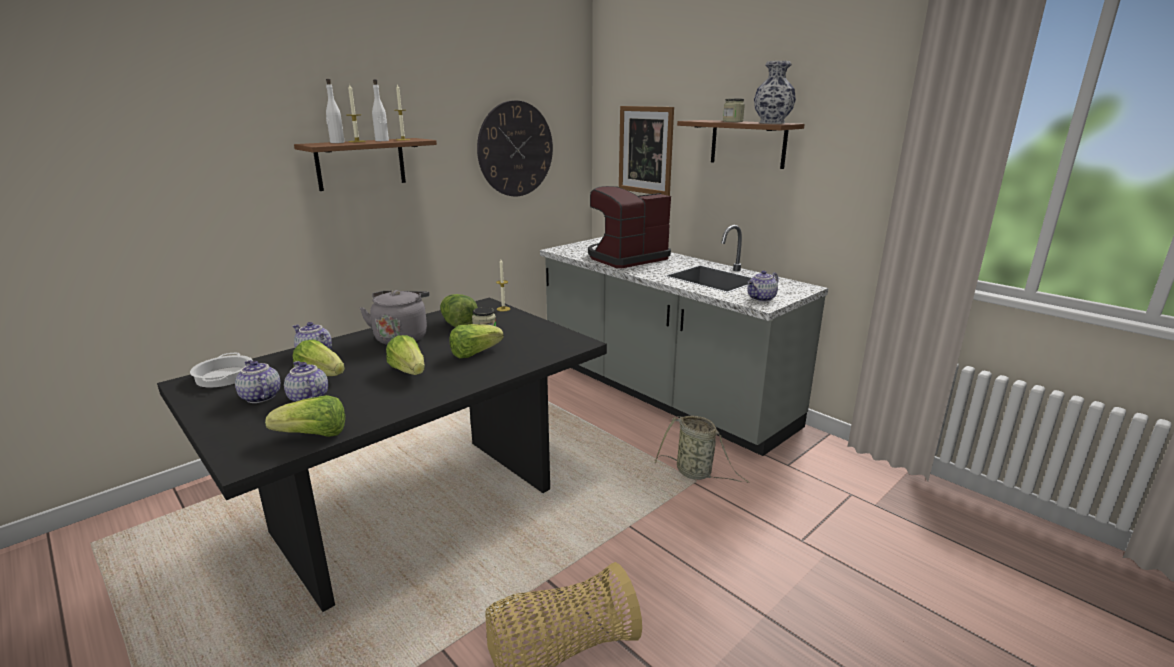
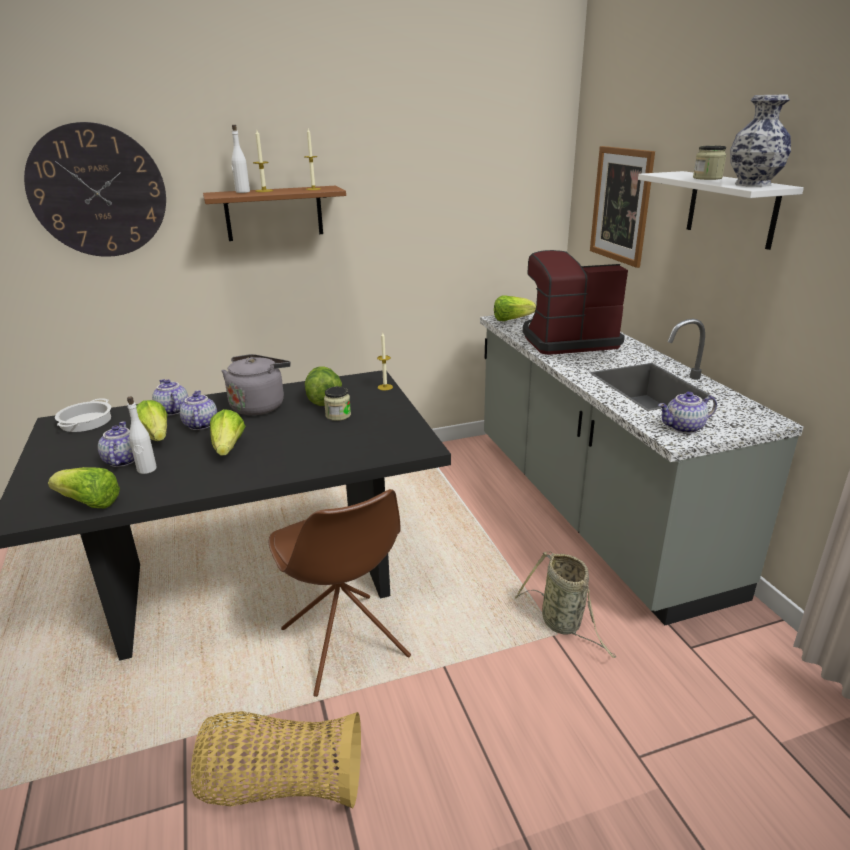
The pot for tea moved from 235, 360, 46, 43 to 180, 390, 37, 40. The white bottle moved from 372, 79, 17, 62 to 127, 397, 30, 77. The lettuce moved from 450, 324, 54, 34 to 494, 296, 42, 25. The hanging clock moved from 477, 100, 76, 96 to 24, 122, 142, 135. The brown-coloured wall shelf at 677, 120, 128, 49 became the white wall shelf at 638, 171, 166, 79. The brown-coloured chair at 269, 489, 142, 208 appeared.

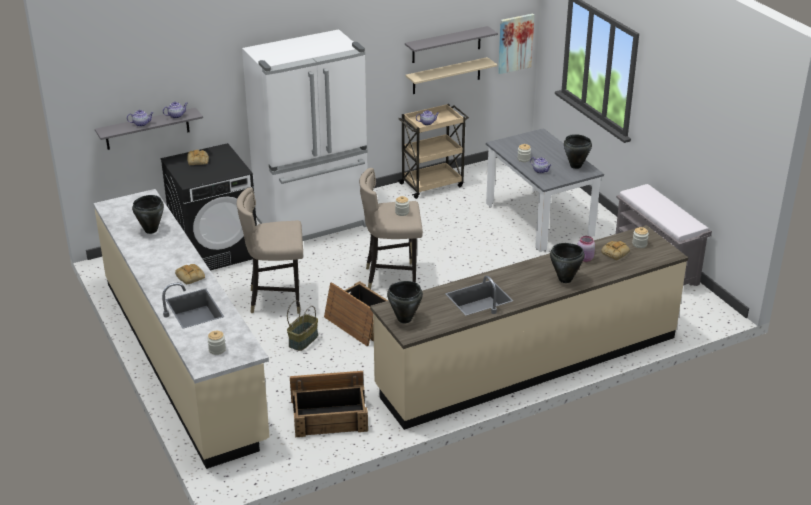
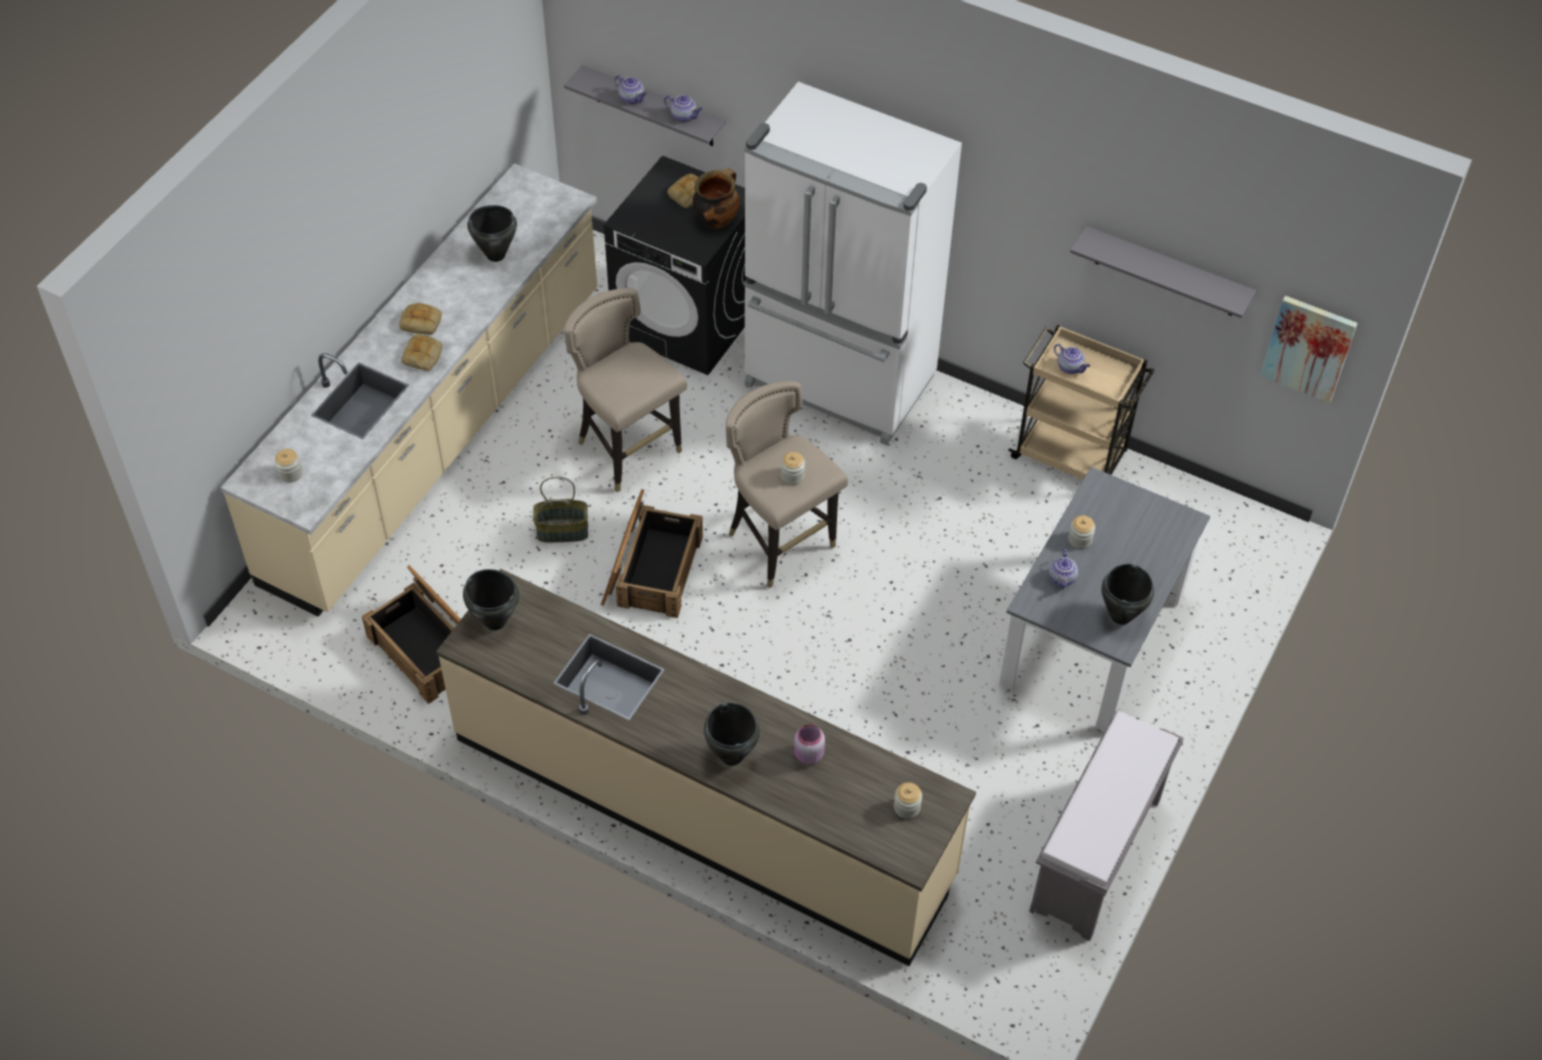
The beige-coloured wall shelf at 406, 57, 91, 37 disappeared. The baked bread moved from 601, 241, 29, 19 to 399, 303, 43, 32. The saucepot at 692, 168, 48, 61 appeared.

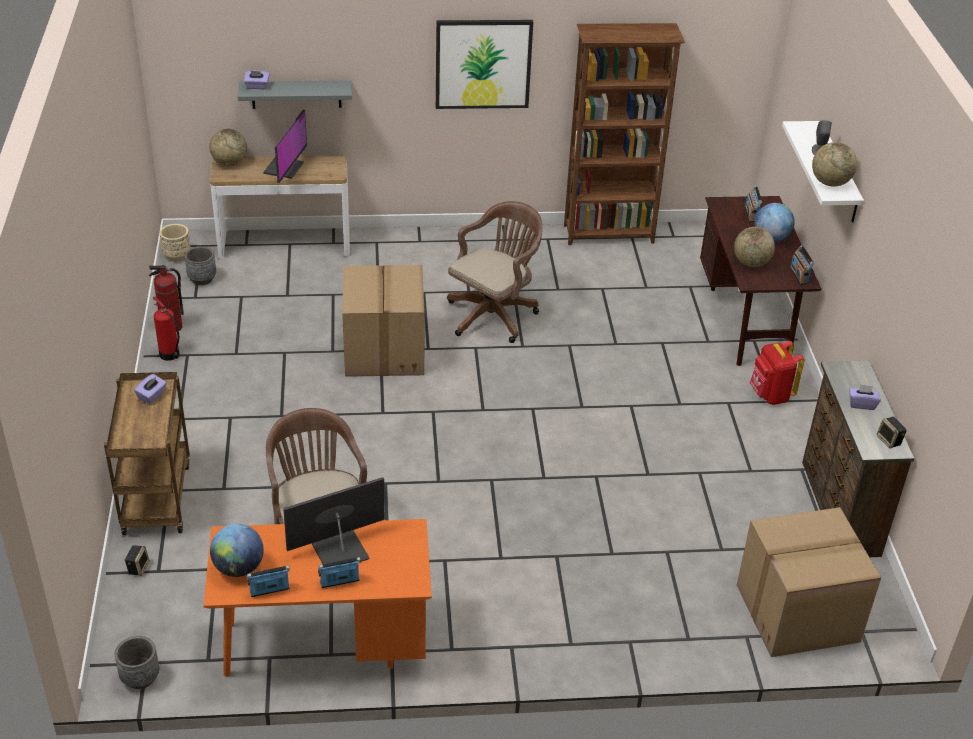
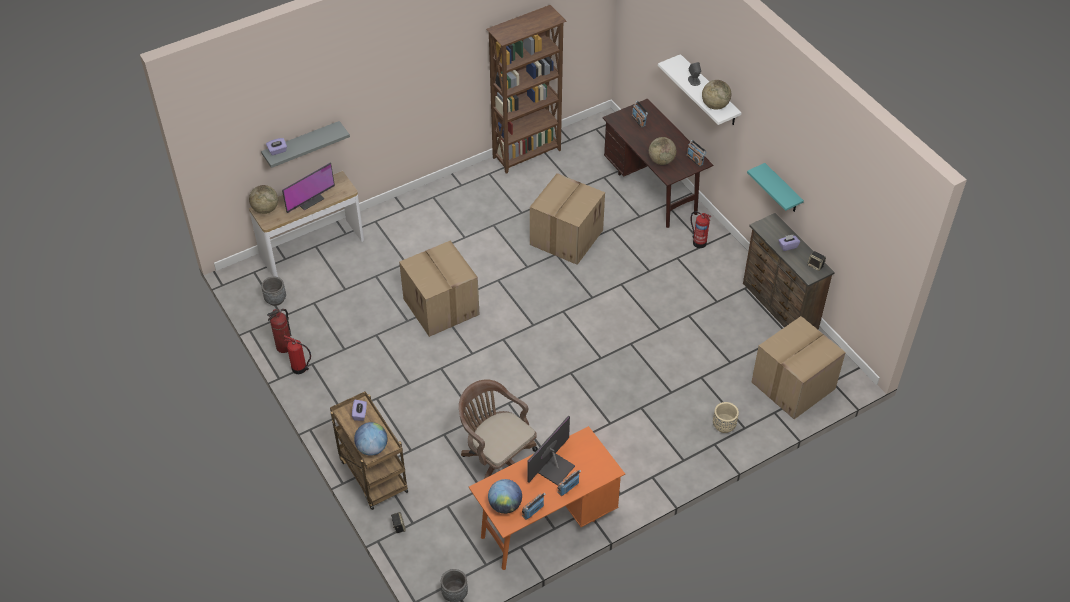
The beige-coloured plant pot moved from 160, 224, 31, 38 to 713, 402, 26, 31. The monitor at 263, 110, 44, 73 turned 60 degrees clockwise. The picture at 436, 20, 97, 89 disappeared. The brown-coloured office chair at 447, 201, 96, 142 disappeared. The reddish knapsack at 750, 341, 54, 64 was replaced by the extinguisher at 691, 211, 20, 37. The desk globe moved from 755, 203, 40, 39 to 354, 422, 34, 34. The packing box at 530, 173, 75, 92 appeared. The turquoise-coloured wall shelf at 747, 163, 57, 49 appeared.

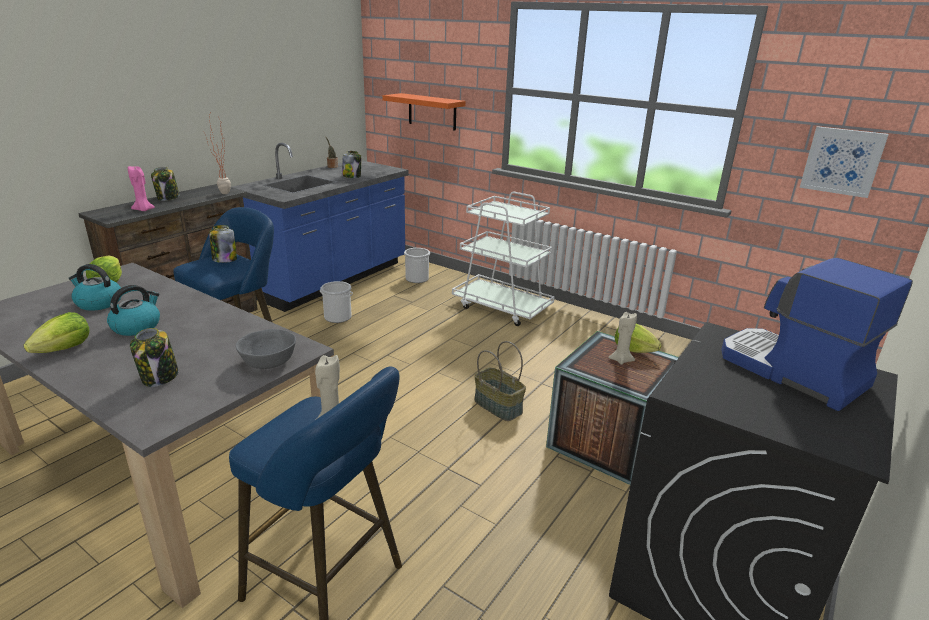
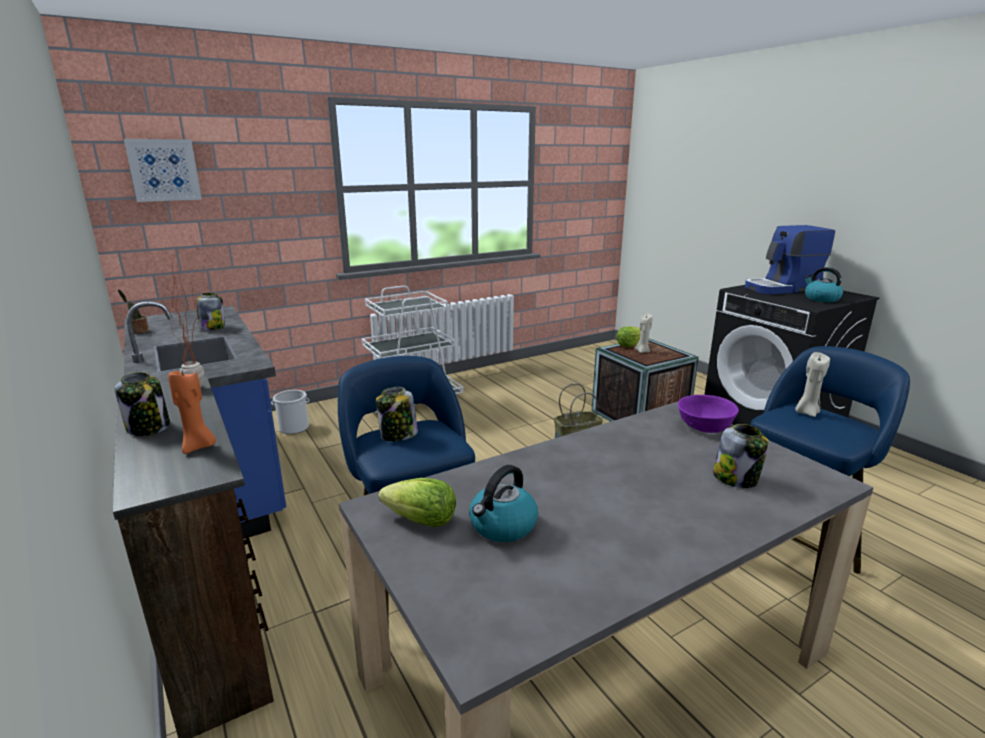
The lettuce at 23, 312, 66, 41 disappeared. The kettle moved from 107, 285, 53, 51 to 804, 267, 39, 35. The pink-coloured candle at 128, 166, 27, 45 became the orange-coloured candle at 168, 368, 48, 86. The grey serving bowl at 236, 329, 60, 40 became the purple-coloured serving bowl at 678, 395, 61, 38. The pail at 320, 281, 33, 42 disappeared. The orange-coloured wall shelf at 383, 93, 83, 38 disappeared. The picture moved from 800, 126, 89, 72 to 124, 139, 78, 63.

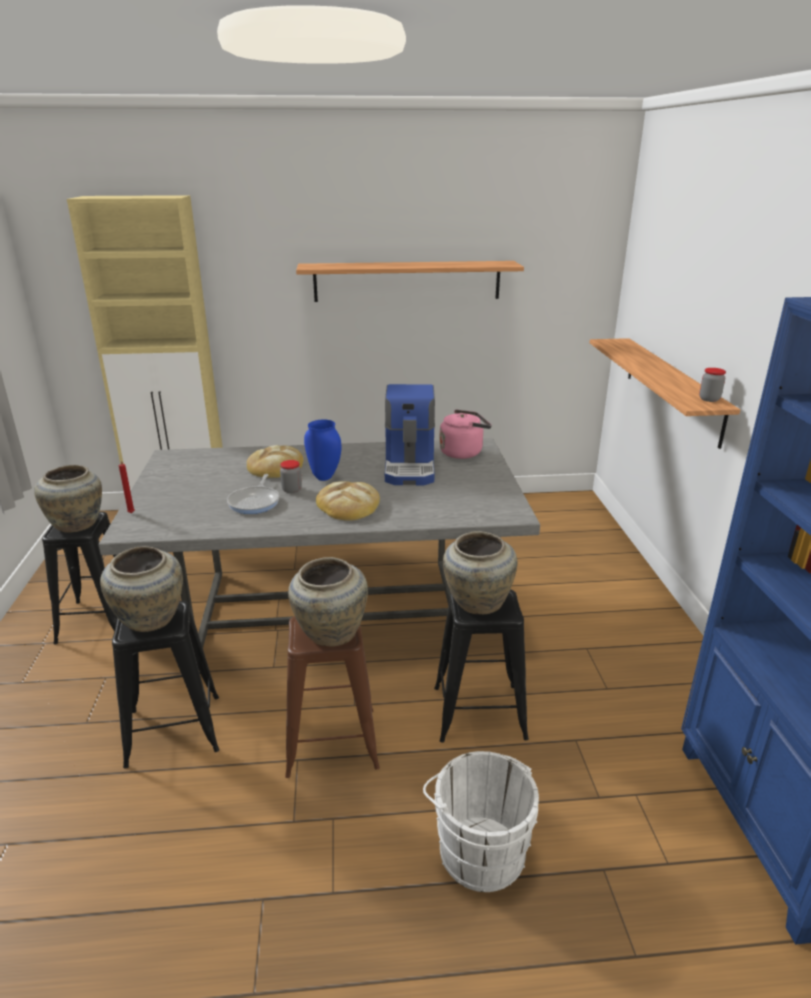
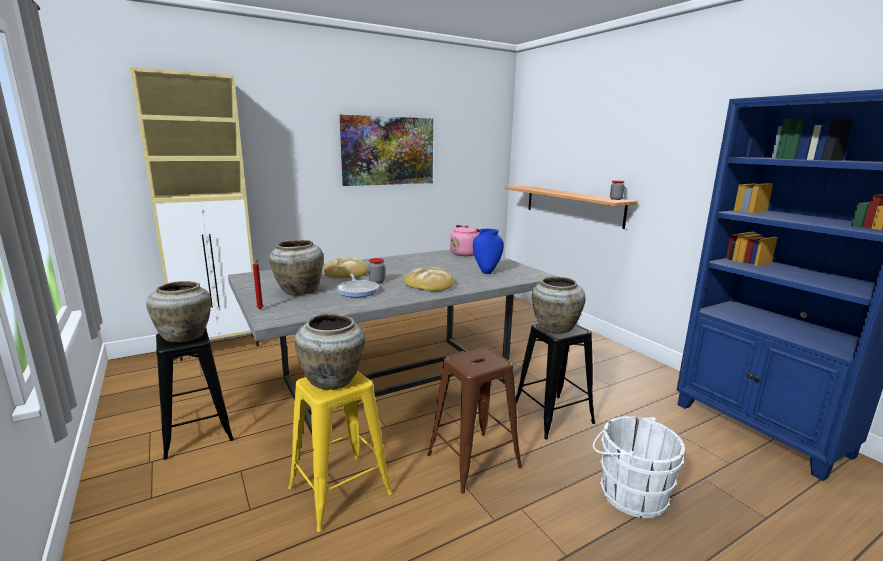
The blackish stool seat at 112, 601, 107, 168 became the yellow-coloured stool seat at 288, 371, 104, 161. The beige-coloured decorative vase moved from 288, 557, 80, 89 to 269, 240, 55, 55. The wall shelf at 296, 261, 228, 41 was replaced by the picture at 339, 115, 94, 71. The bluish decorative vase moved from 304, 419, 37, 62 to 473, 229, 31, 45. The coffee brewer at 385, 384, 50, 101 disappeared.

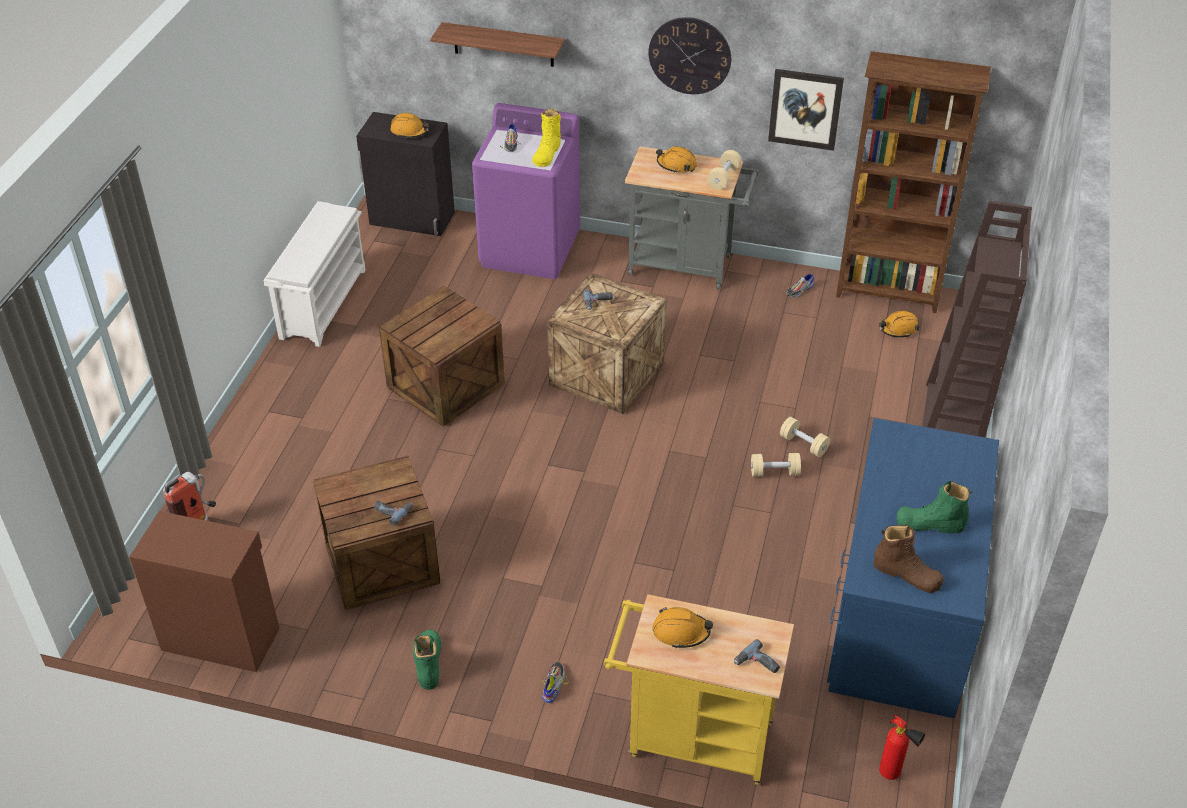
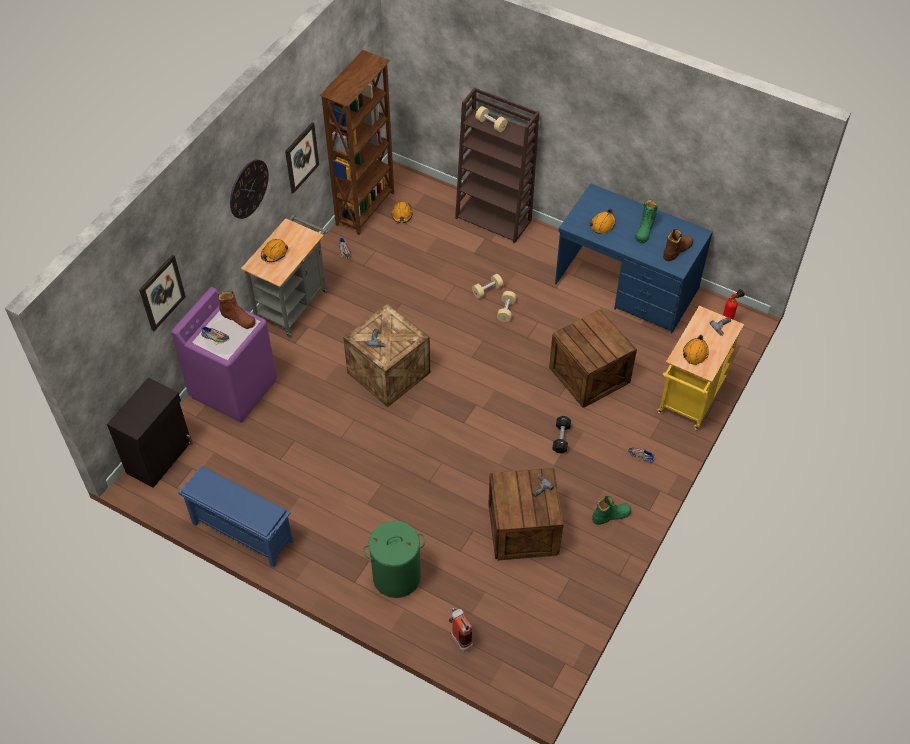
The brown-coloured cabinet at 129, 511, 151, 161 disappeared. The white shoe rack at 264, 201, 102, 146 became the bluish shoe rack at 178, 466, 115, 101. The crate moved from 378, 286, 127, 140 to 549, 310, 88, 98. The orange-coloured hard hat moved from 390, 113, 39, 25 to 590, 208, 25, 26. The green high-top boot at 413, 630, 28, 60 turned 150 degrees clockwise. The wall shelf at 430, 22, 135, 45 was replaced by the picture at 139, 254, 47, 77. The yellow-coloured high-top boot at 532, 108, 29, 59 became the brown-coloured high-top boot at 218, 291, 38, 38. The beige-coloured dumbbell moved from 707, 150, 35, 40 to 475, 106, 32, 26. The green hamper at 363, 521, 62, 77 appeared. The blackish dumbbell at 552, 416, 19, 37 appeared.

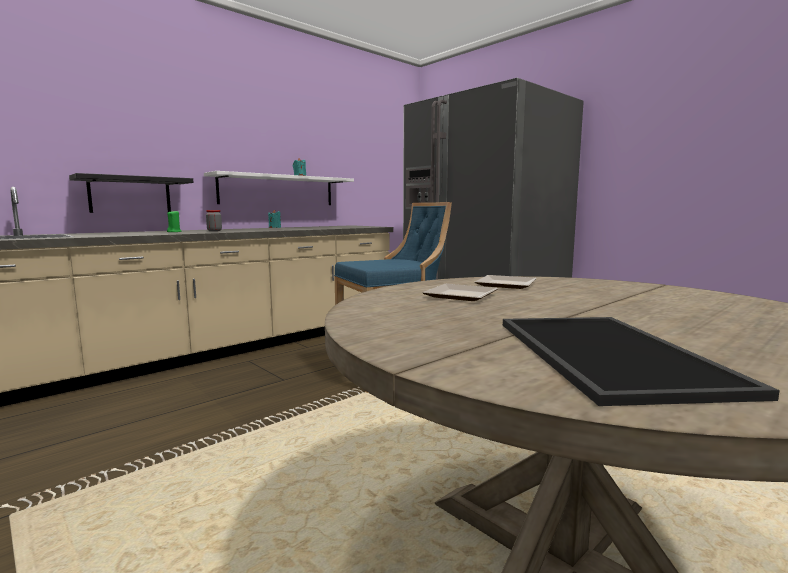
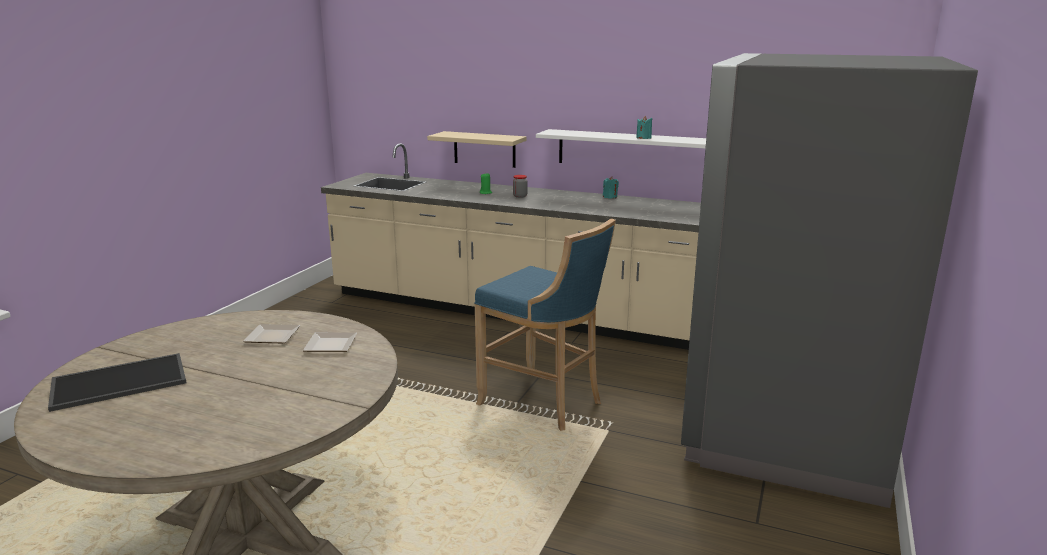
The blackish wall shelf at 69, 173, 125, 40 became the beige-coloured wall shelf at 427, 131, 100, 37.

